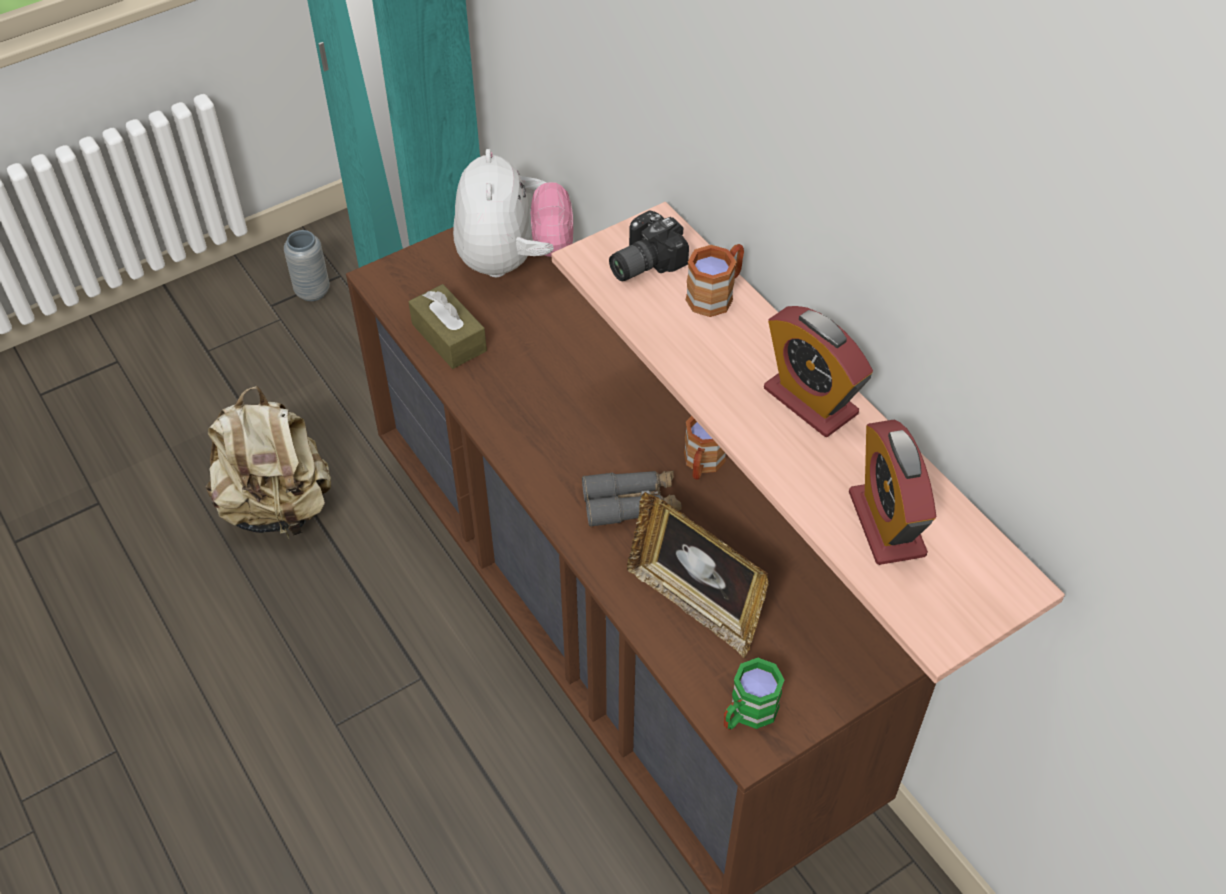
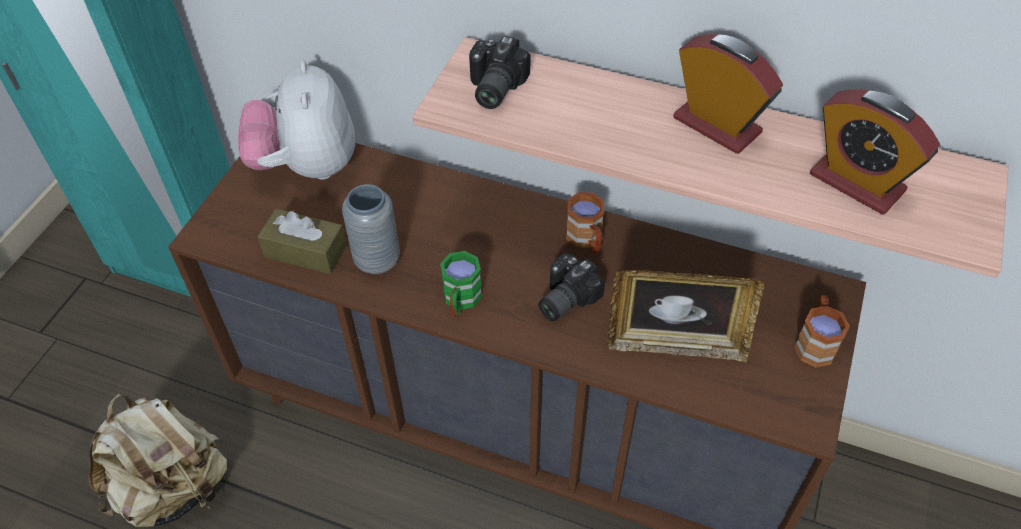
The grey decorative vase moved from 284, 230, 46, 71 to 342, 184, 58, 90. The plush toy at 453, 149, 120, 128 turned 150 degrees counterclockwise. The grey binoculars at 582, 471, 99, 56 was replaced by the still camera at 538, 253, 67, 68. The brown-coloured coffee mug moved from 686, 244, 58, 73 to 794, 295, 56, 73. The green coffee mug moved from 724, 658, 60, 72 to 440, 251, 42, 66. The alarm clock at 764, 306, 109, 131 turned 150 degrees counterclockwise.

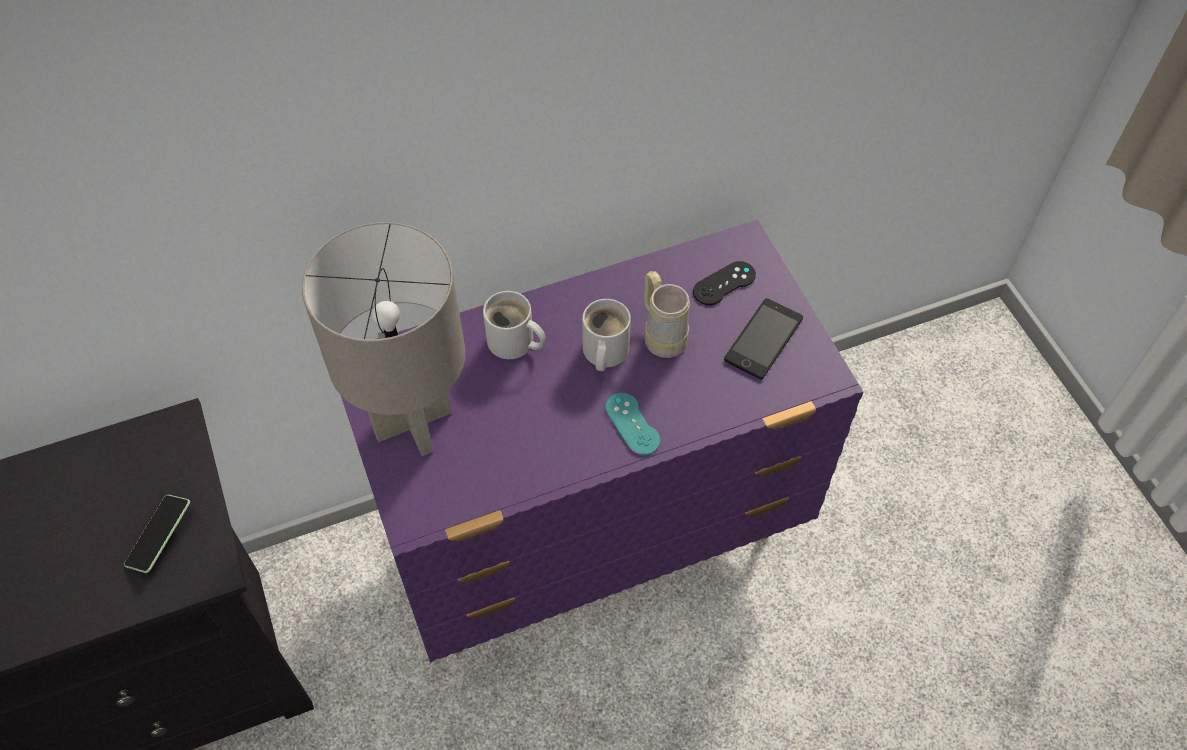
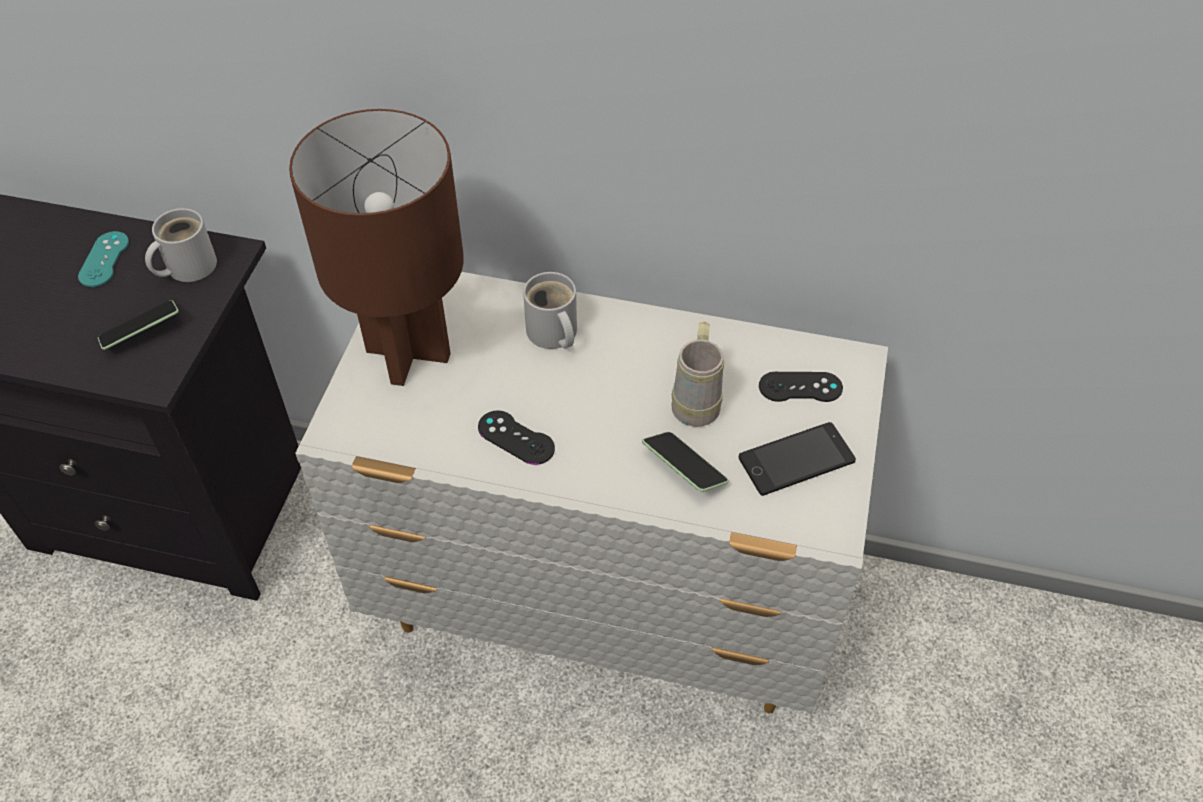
The grey lamp for a table at 302, 222, 163, 234 became the brown-coloured lamp for a table at 289, 109, 175, 277. The purple-coloured drawer chest at 341, 220, 523, 443 became the white drawer chest at 295, 272, 593, 442. The white coffee mug moved from 582, 299, 49, 72 to 145, 208, 72, 74. The turquoise-coloured game controller moved from 605, 393, 55, 63 to 78, 231, 51, 56. The blackish game controller at 478, 410, 77, 55 appeared. The handset at 642, 432, 86, 60 appeared.

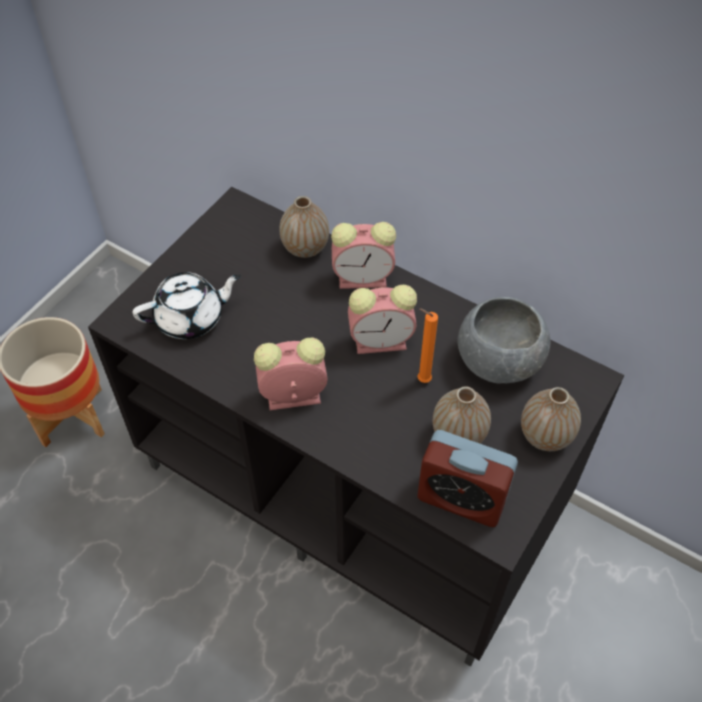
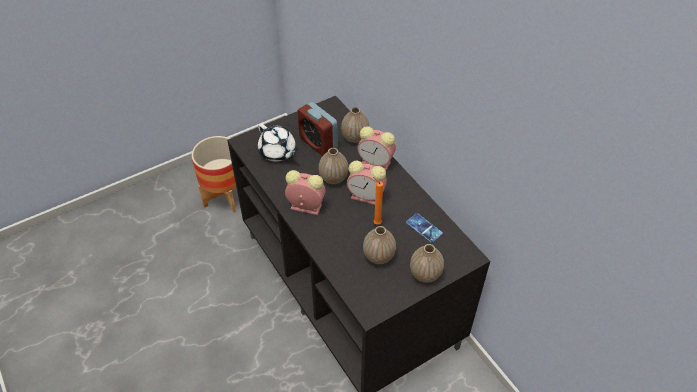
The white pot for tea at 133, 272, 108, 67 turned 45 degrees clockwise. The alarm clock moved from 418, 430, 100, 97 to 297, 102, 41, 54. The grey serving bowl at 458, 297, 93, 87 was replaced by the handset at 406, 213, 37, 30. The decorative vase at 319, 148, 29, 36 appeared.

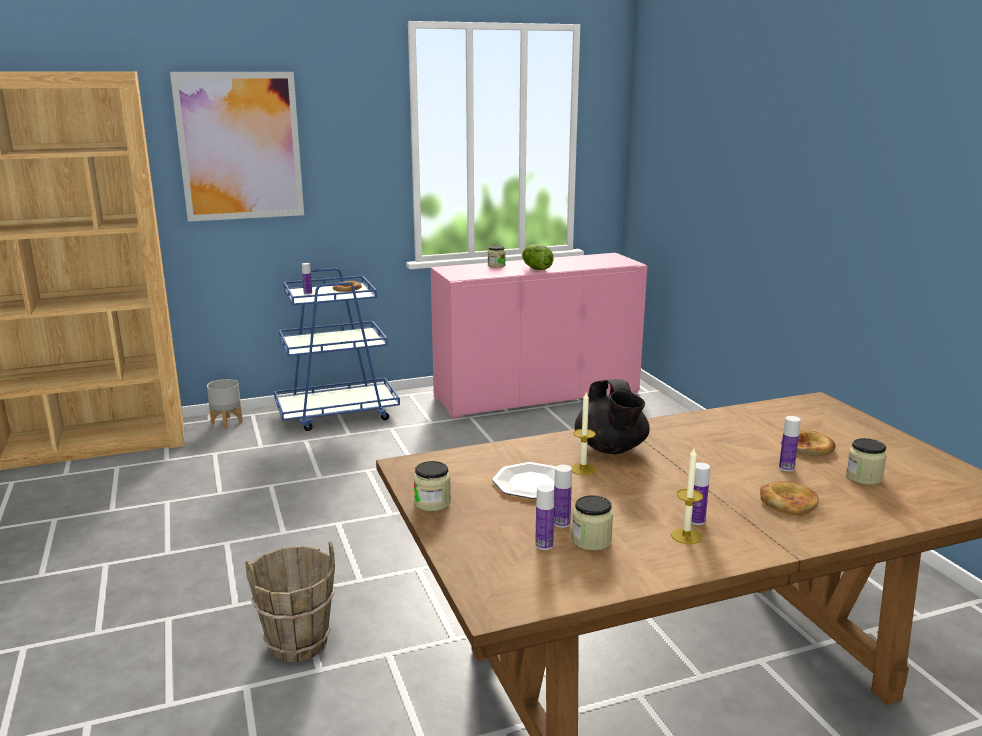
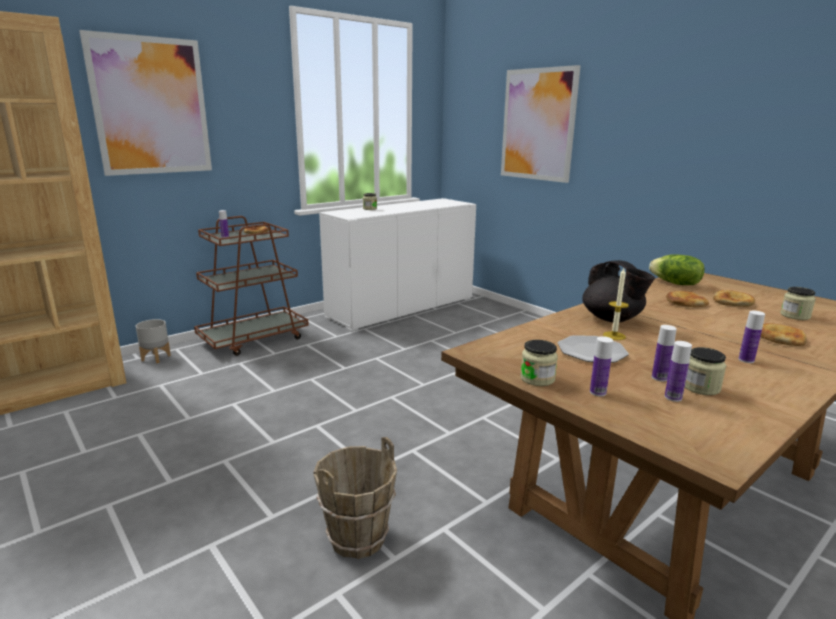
The bluish wheeled cart at 274, 268, 126, 163 became the brown-coloured wheeled cart at 194, 216, 115, 140. The pink-coloured cabinet at 430, 253, 217, 166 became the white cabinet at 319, 198, 157, 134. The lettuce moved from 522, 244, 32, 26 to 649, 254, 56, 31. The candle at 671, 448, 32, 96 disappeared. The bottle moved from 779, 416, 22, 56 to 590, 336, 23, 60. The picture at 501, 65, 80, 118 appeared. The baked bread at 666, 291, 43, 16 appeared.

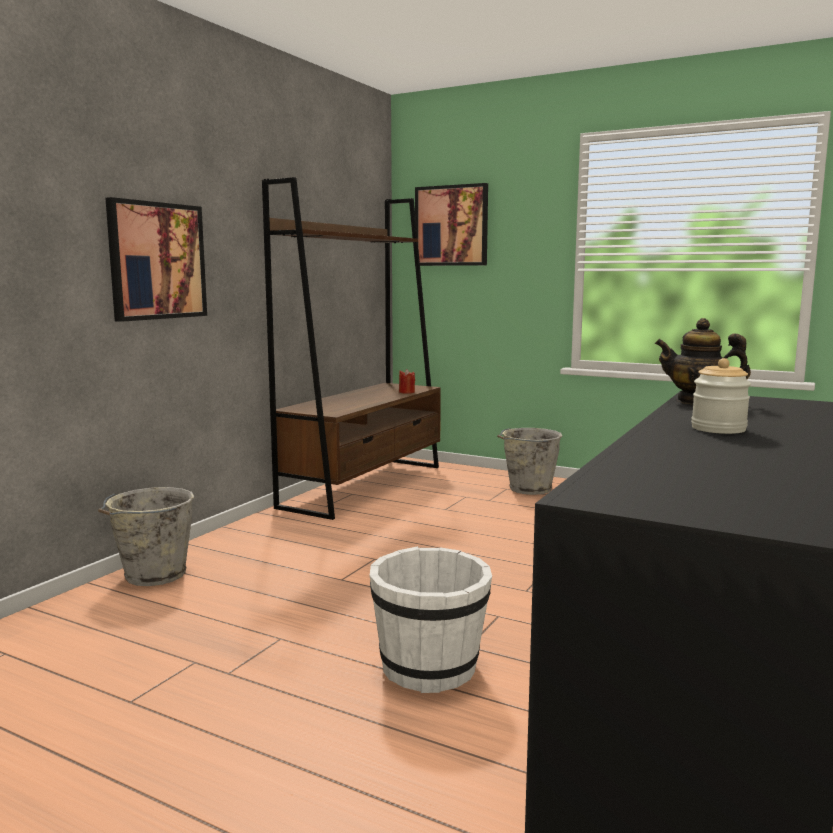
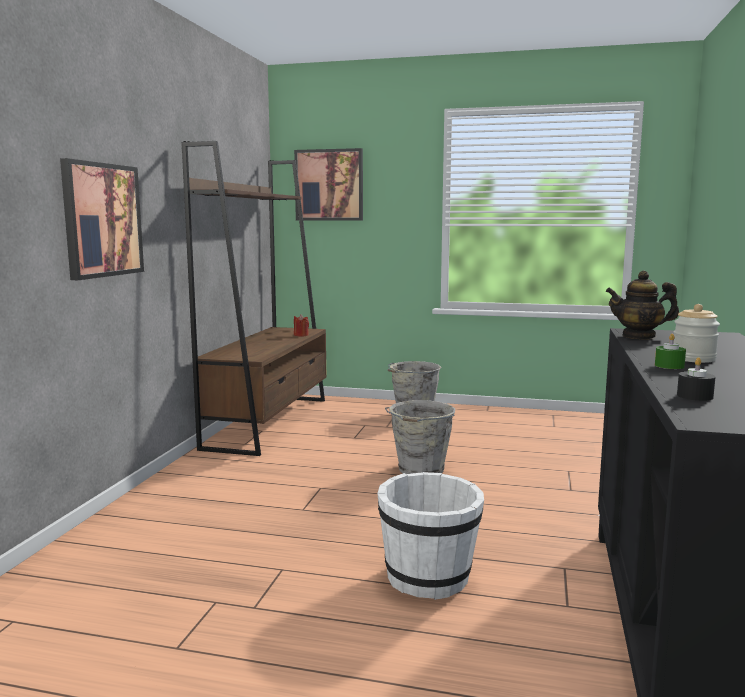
The grey pail moved from 98, 487, 96, 99 to 385, 400, 70, 74. The green candle at 655, 334, 31, 35 appeared. The blackish candle at 677, 357, 38, 44 appeared.

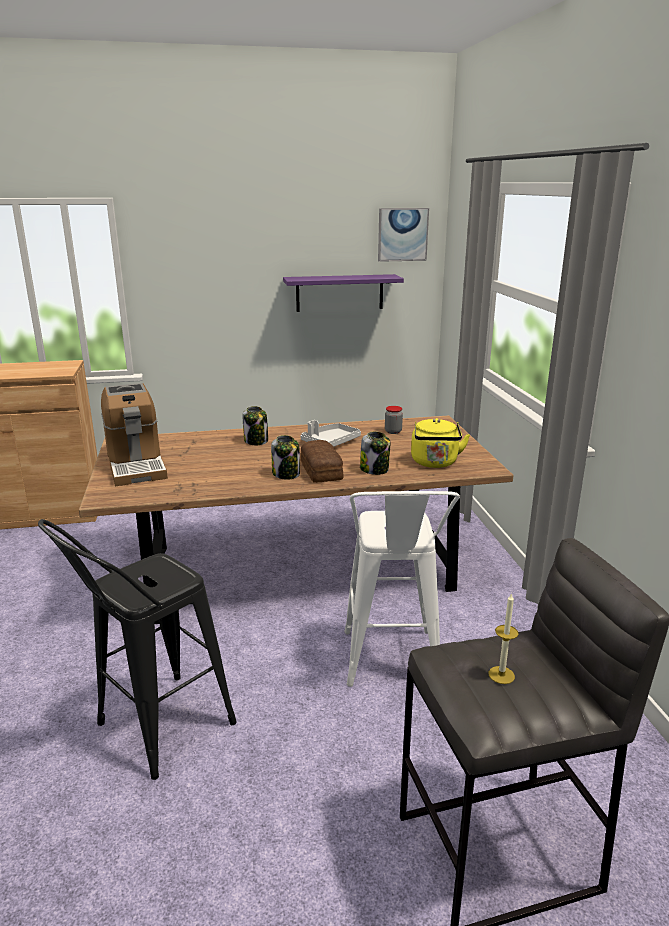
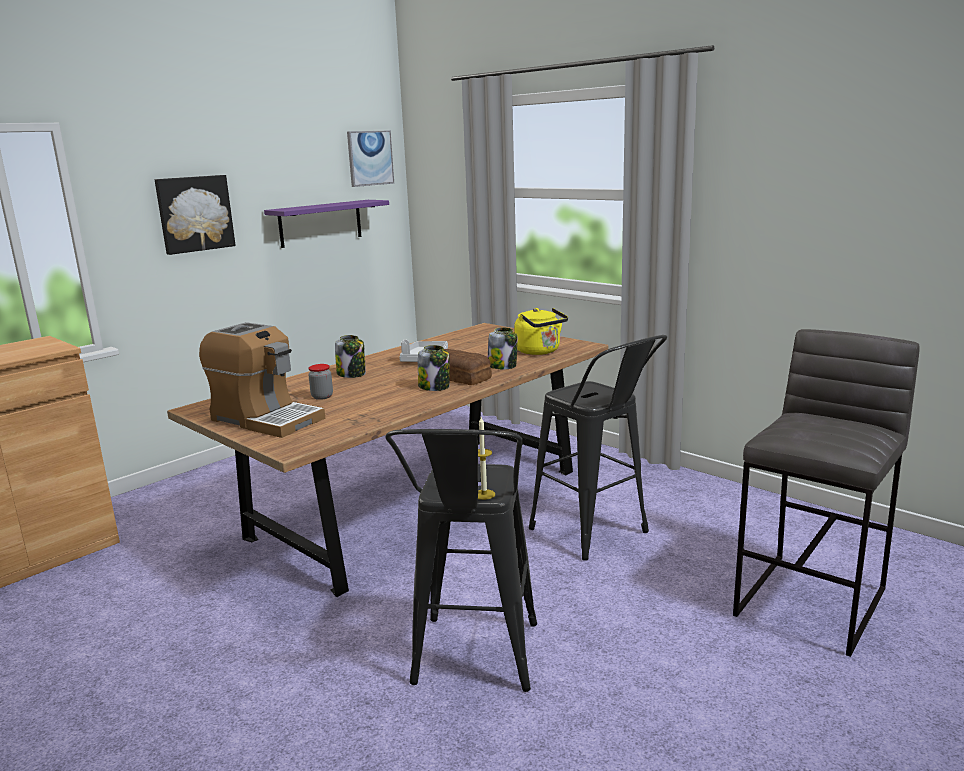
The white stool seat at 344, 491, 116, 196 became the blackish stool seat at 529, 335, 138, 226. The storage jar moved from 385, 406, 18, 28 to 309, 364, 24, 36. The candle moved from 488, 593, 30, 91 to 478, 417, 17, 83. The picture at 155, 175, 81, 80 appeared.

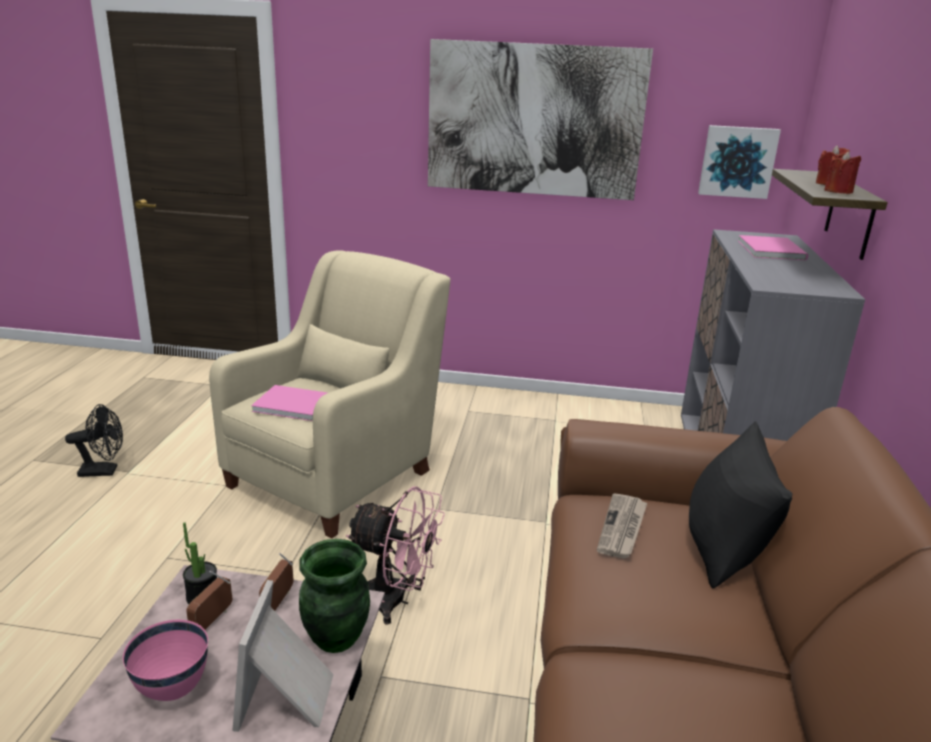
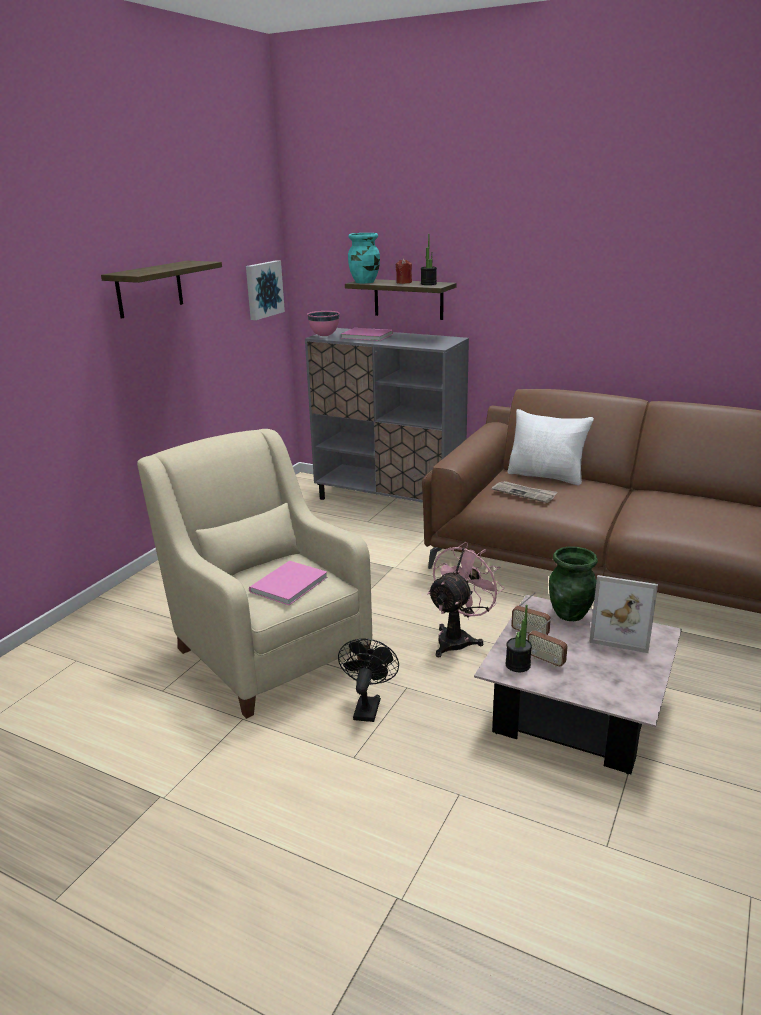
The blackish cooling fan moved from 65, 404, 58, 73 to 338, 639, 61, 83. The pink-coloured serving bowl moved from 123, 620, 85, 81 to 307, 311, 32, 25. The picture at 428, 39, 225, 161 was replaced by the wall shelf at 101, 261, 121, 58. The blackish throw pillow at 689, 421, 103, 167 became the white throw pillow at 507, 409, 87, 77. The reddish candle at 824, 151, 37, 43 was replaced by the houseplant at 421, 234, 16, 51. The turquoise-coloured decorative vase at 348, 233, 32, 50 appeared.

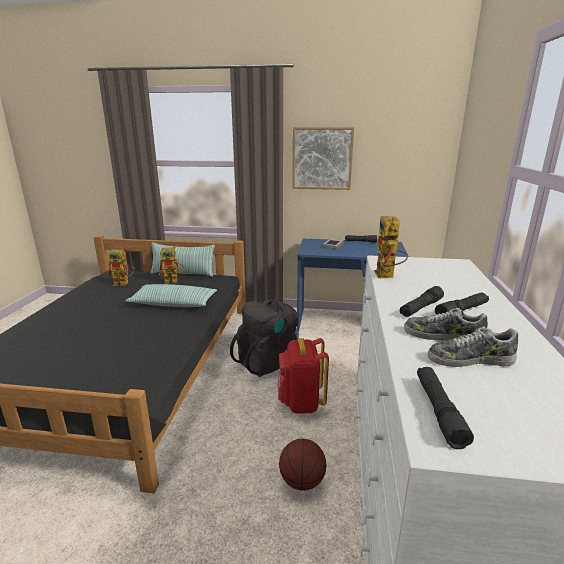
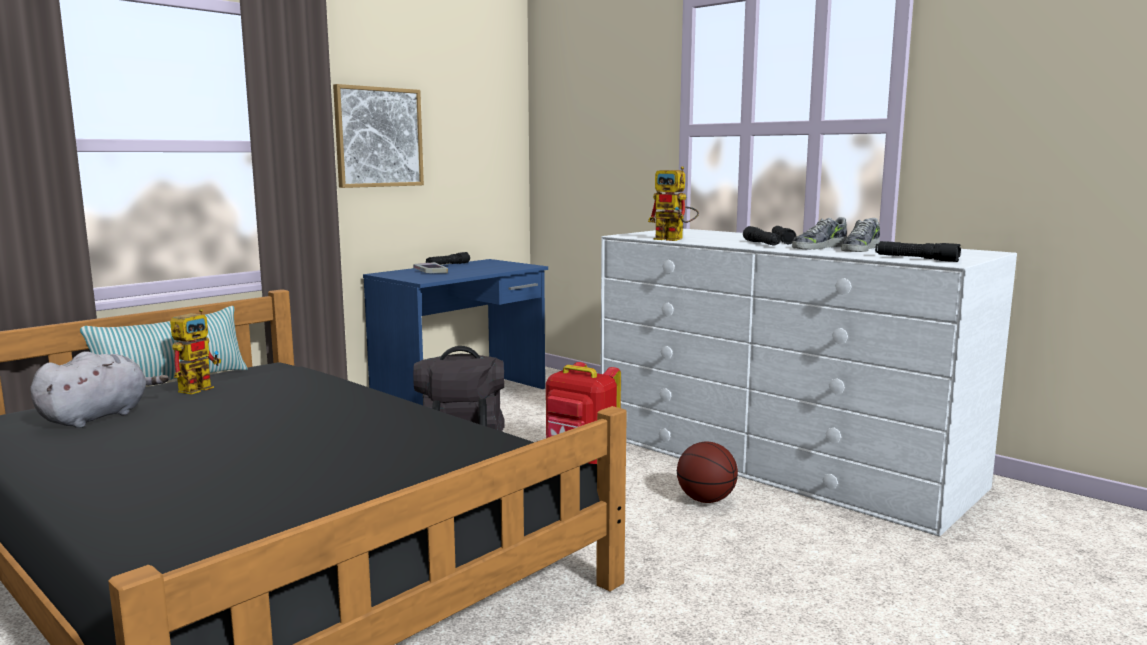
The robot figure at 108, 249, 27, 37 was replaced by the grey plush toy at 30, 351, 139, 77. The throw pillow at 125, 284, 92, 23 disappeared.

